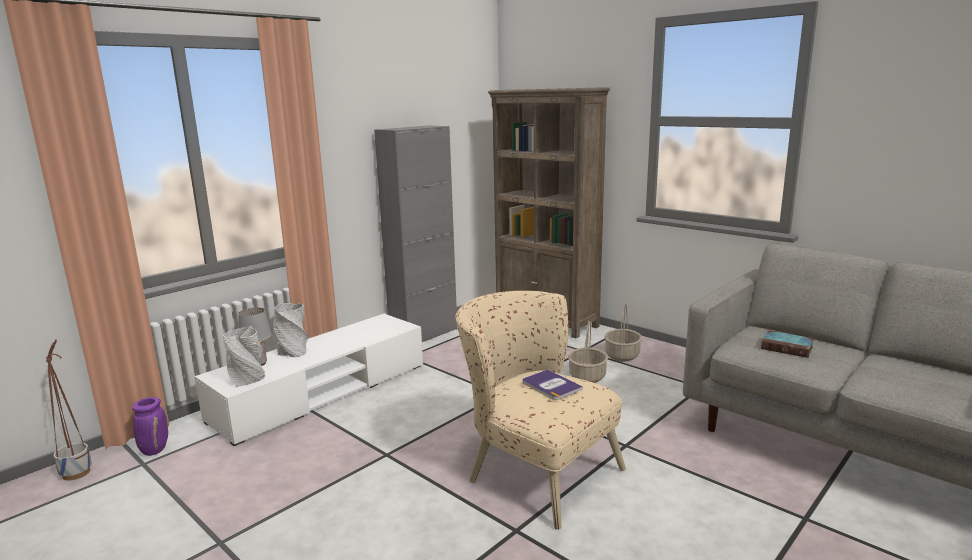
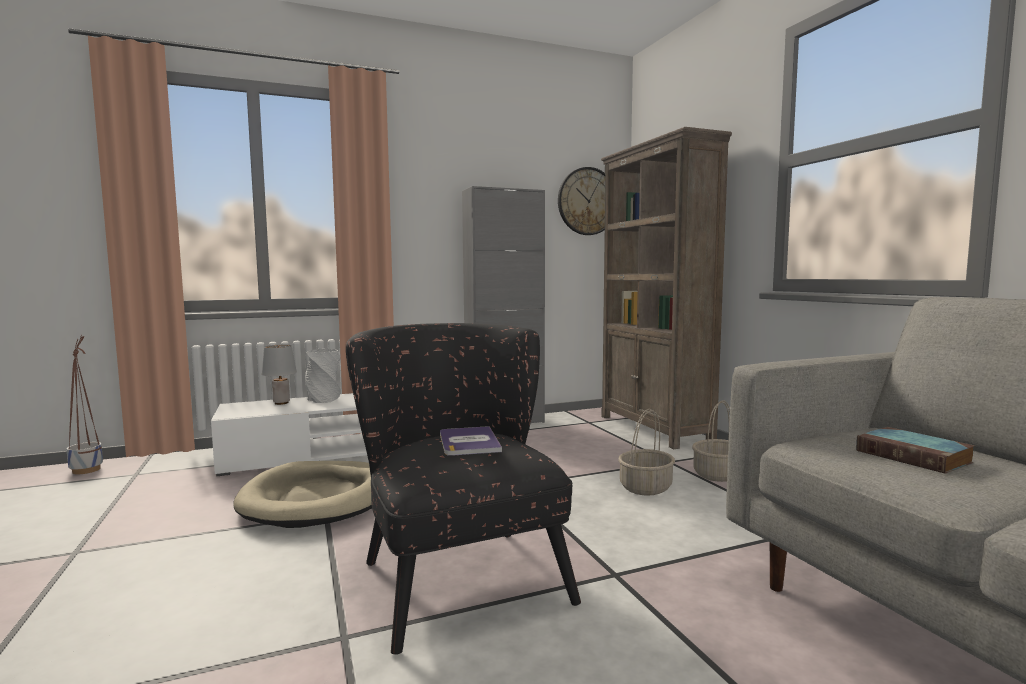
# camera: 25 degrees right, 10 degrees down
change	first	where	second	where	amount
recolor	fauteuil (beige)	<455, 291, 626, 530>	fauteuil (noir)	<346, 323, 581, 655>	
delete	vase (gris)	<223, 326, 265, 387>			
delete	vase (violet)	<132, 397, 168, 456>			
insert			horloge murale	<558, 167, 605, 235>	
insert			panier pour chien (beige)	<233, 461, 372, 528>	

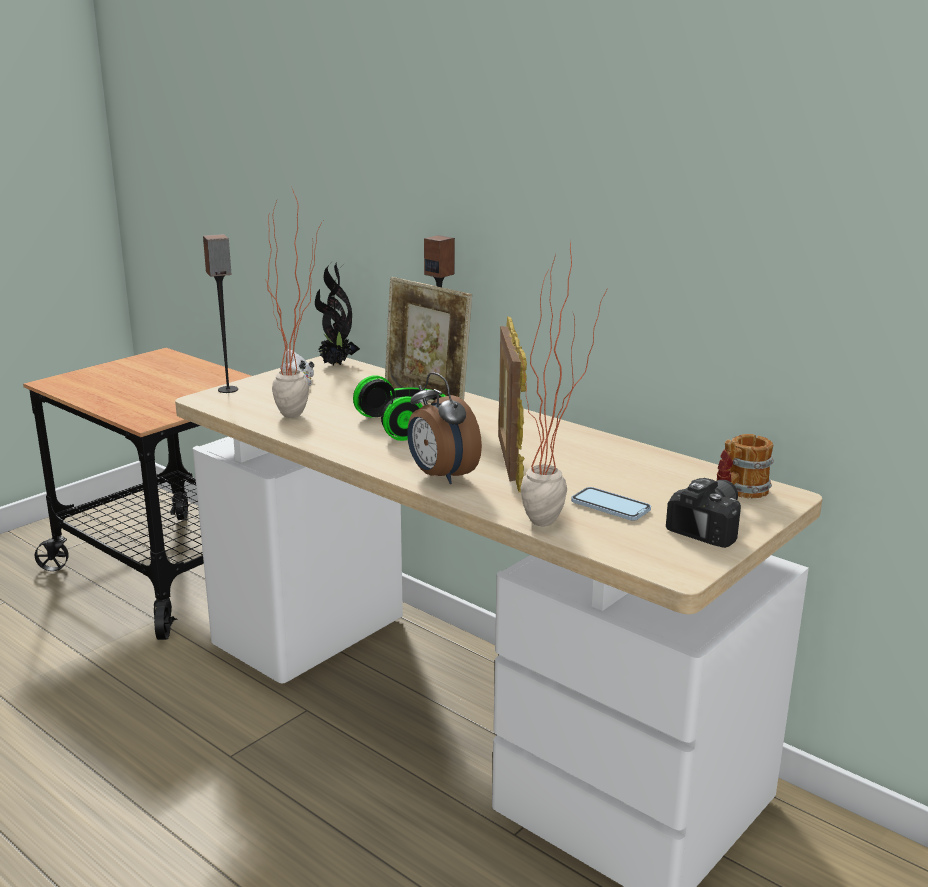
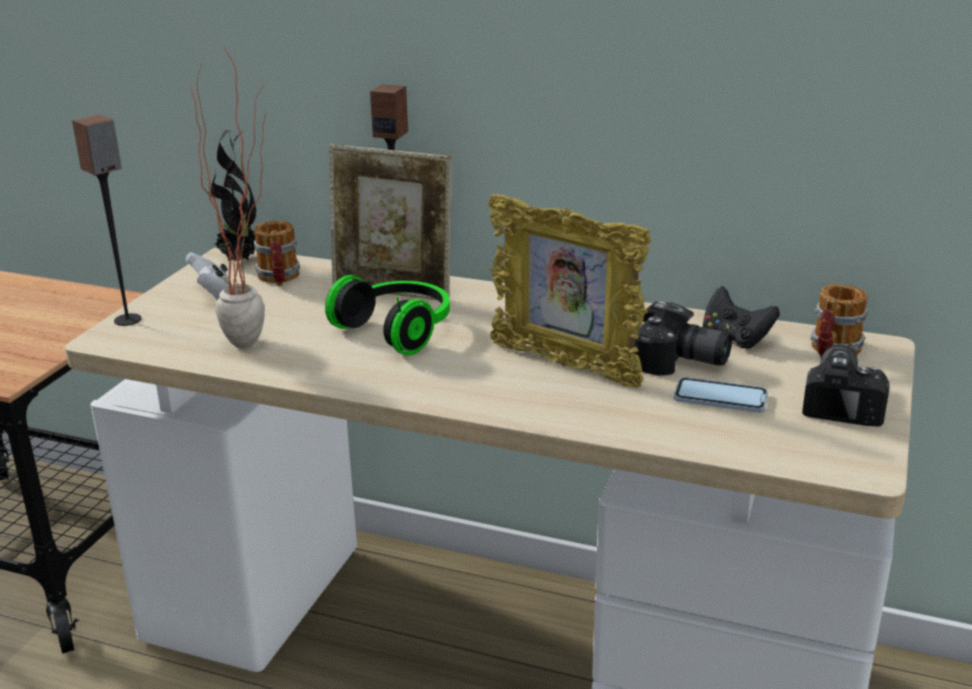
# camera: 20 degrees left, 5 degrees up
change	first	where	second	where	amount
delete	plante en pot	<520, 241, 607, 526>			
rotate	cadre photo	<498, 316, 527, 492>		<488, 194, 651, 388>	150 degrees clockwise
delete	réveil	<407, 372, 482, 484>			
insert			mug	<254, 221, 300, 286>	
insert			manette (noir)	<702, 286, 780, 349>	
insert			appareil photo	<634, 301, 732, 376>	

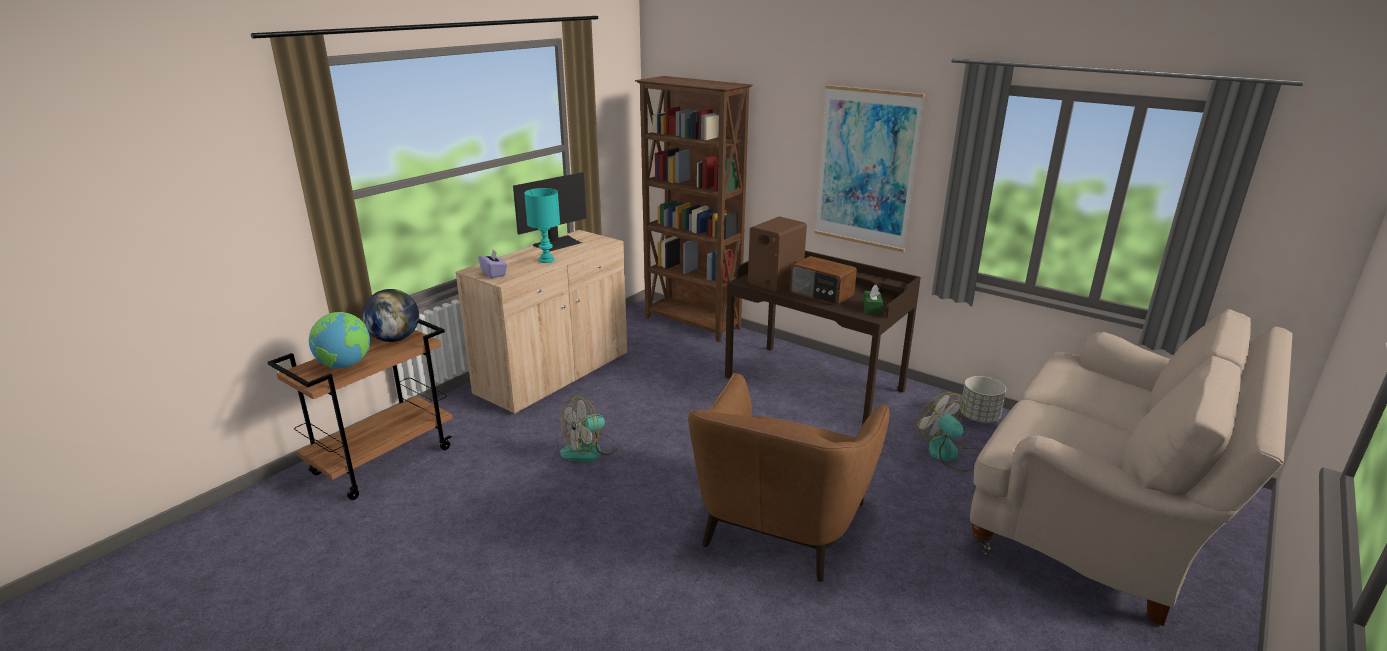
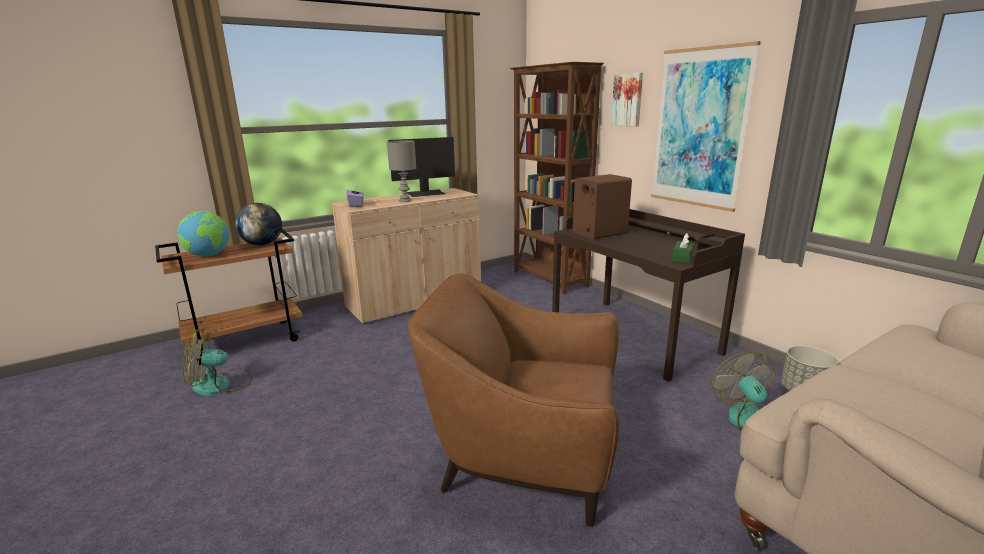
# camera: 20 degrees right, 5 degrees down
change	first	where	second	where	amount
recolor	lampe de table (turquoise)	<524, 188, 560, 263>	lampe de table (gris)	<387, 140, 416, 202>	
delete	radio	<790, 256, 857, 306>			
rotate	fauteuil (marron)	<688, 373, 889, 582>		<408, 273, 619, 527>	60 degrees clockwise
move	ventilateur	<560, 396, 619, 462>		<183, 329, 252, 396>	
insert			tableau	<611, 73, 643, 127>	

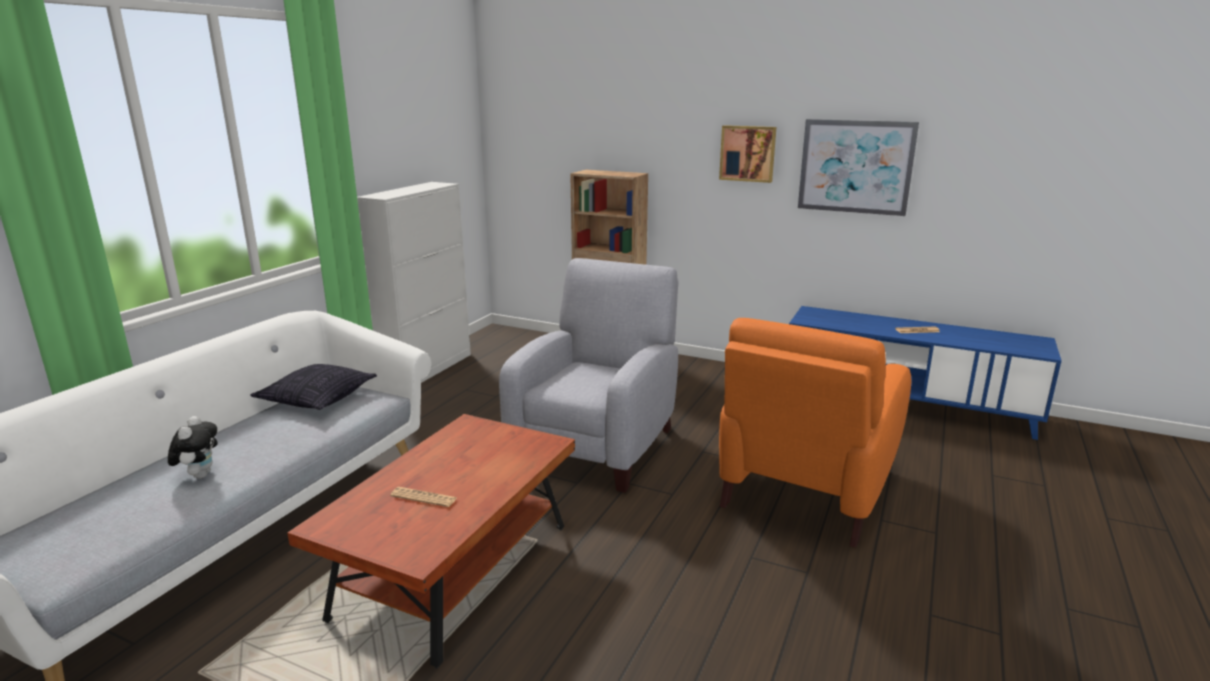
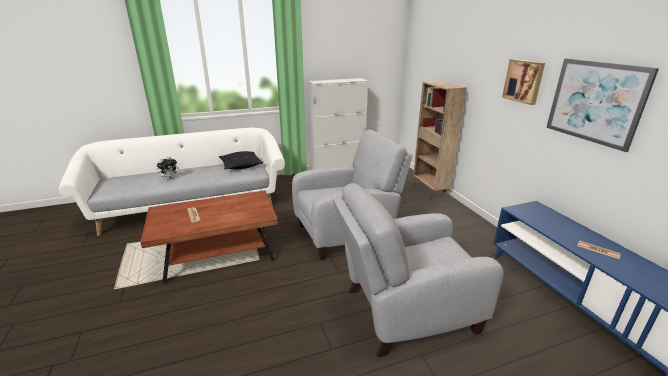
# camera: 45 degrees right, 5 degrees up
change	first	where	second	where	amount
recolor	fauteuil (orange)	<719, 318, 911, 548>	fauteuil (gris)	<333, 183, 504, 357>	

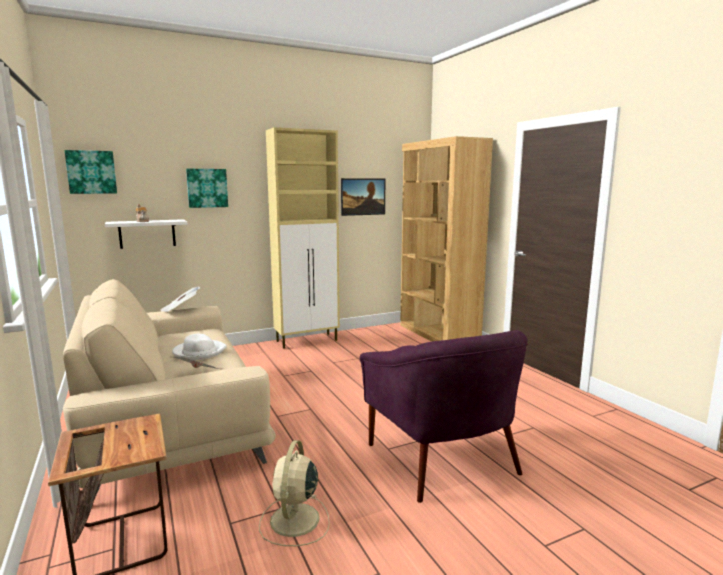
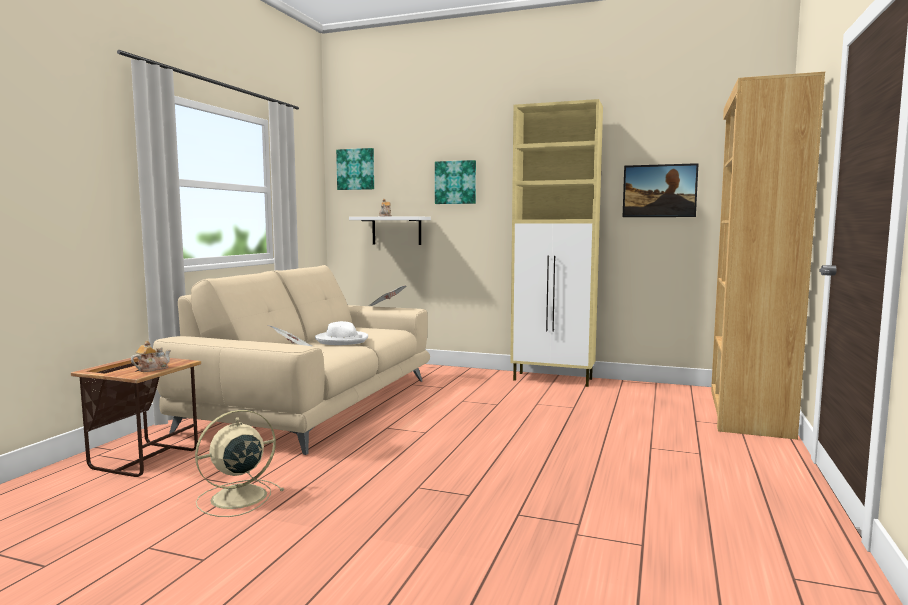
# camera: 45 degrees right, 5 degrees down
change	first	where	second	where	amount
delete	fauteuil (violet)	<360, 330, 528, 503>			
insert			théière	<131, 341, 171, 372>	

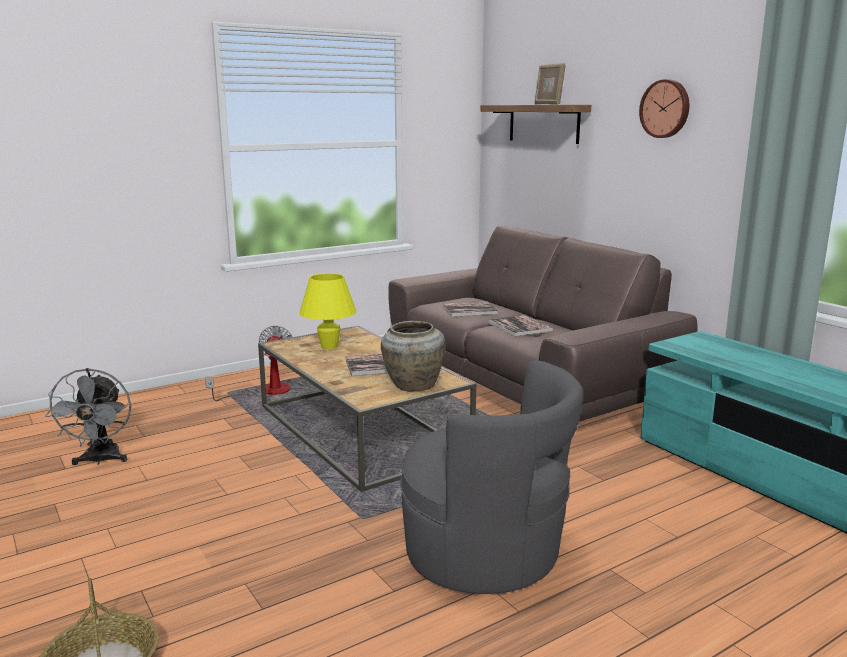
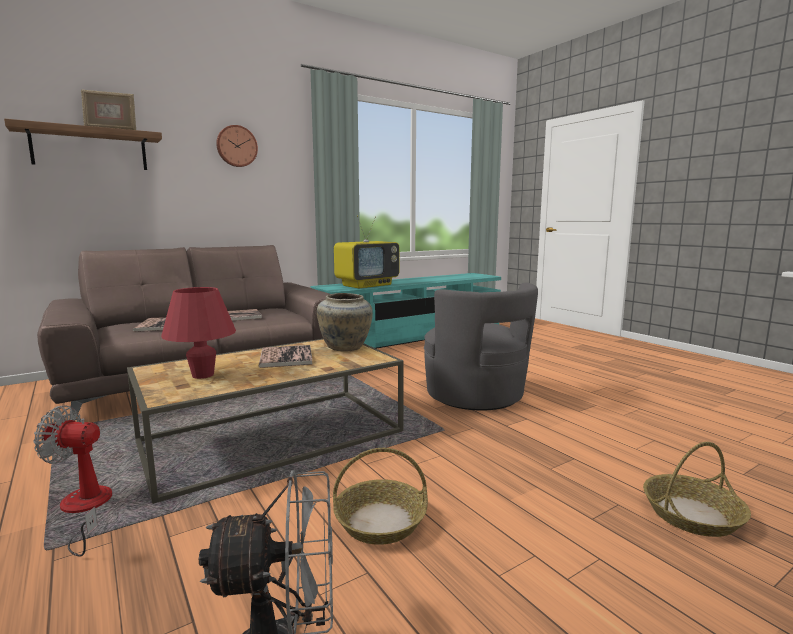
# camera: 90 degrees left, 5 degrees down
change	first	where	second	where	amount
recolor	lampe de table (jaune)	<299, 273, 357, 349>	lampe de table (rouge)	<161, 287, 236, 379>	
rotate	fauteuil (gris)	<400, 360, 583, 594>		<424, 282, 538, 411>	120 degrees clockwise
insert			téléviseur	<334, 216, 399, 288>	
insert			panier	<333, 448, 428, 545>	

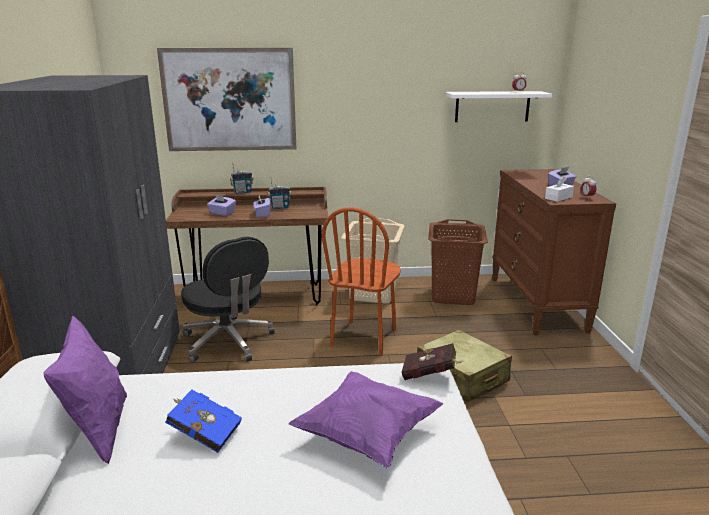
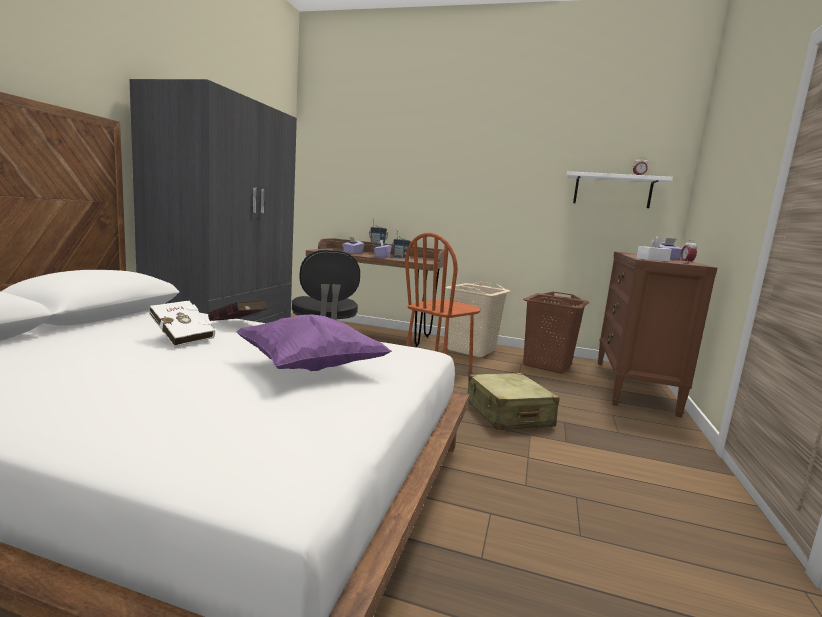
# camera: 20 degrees right, 10 degrees down
change	first	where	second	where	amount
delete	tableau	<157, 48, 297, 151>			
delete	coussin (violet)	<43, 316, 127, 464>			
move	livre (rouge)	<401, 343, 463, 380>		<208, 300, 267, 321>	
recolor	livre (bleu)	<165, 389, 242, 453>	livre (blanc)	<149, 301, 215, 347>	

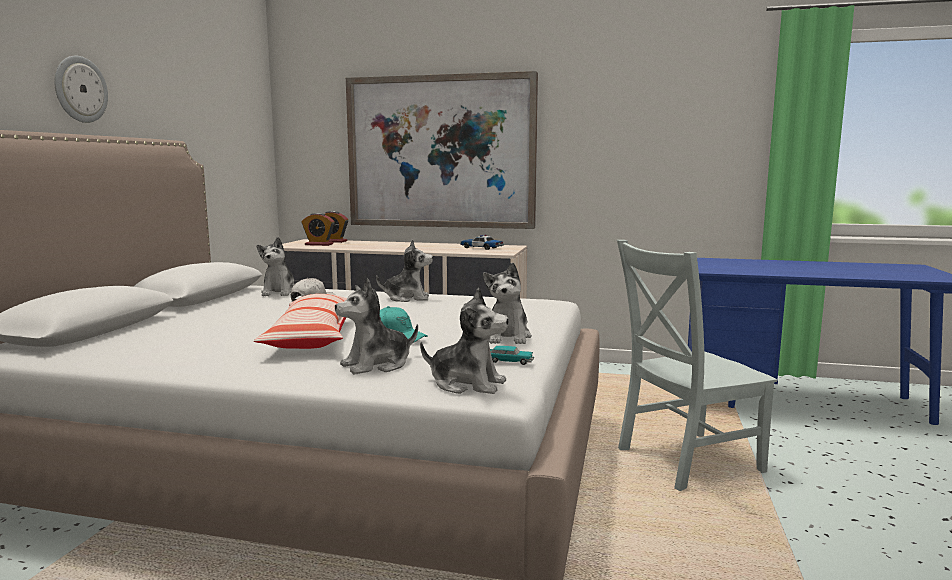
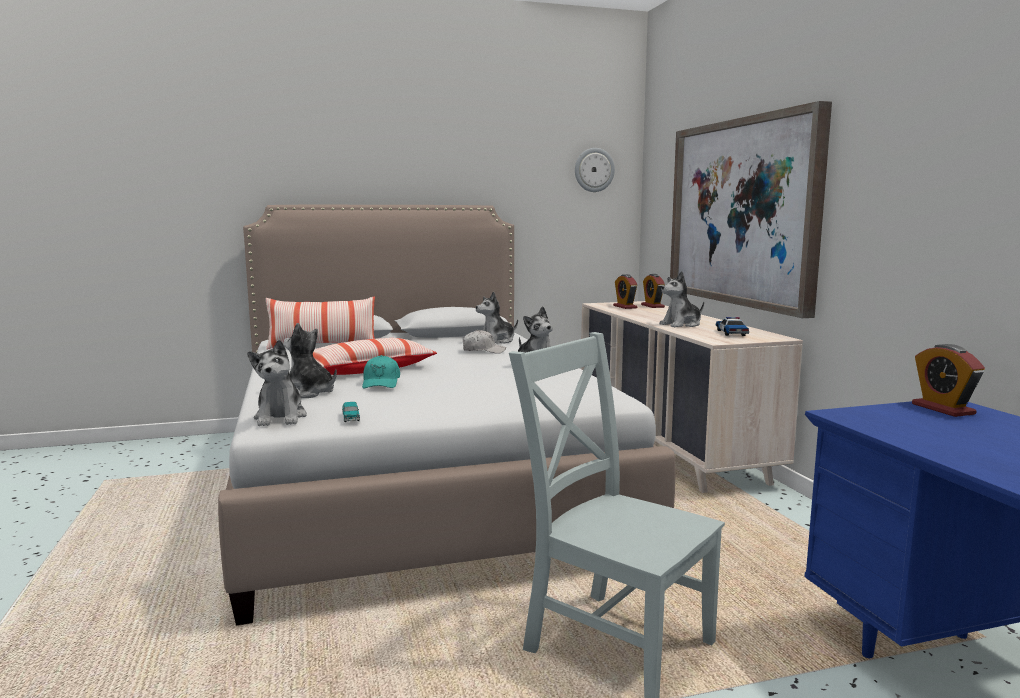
# camera: 60 degrees right, 0 degrees up
change	first	where	second	where	amount
move	horloge murale	<54, 55, 108, 123>		<575, 148, 615, 192>	
move	peluche	<483, 263, 532, 344>		<659, 271, 704, 327>	
insert			coussin	<266, 296, 375, 350>	
insert			réveil	<912, 344, 985, 417>	

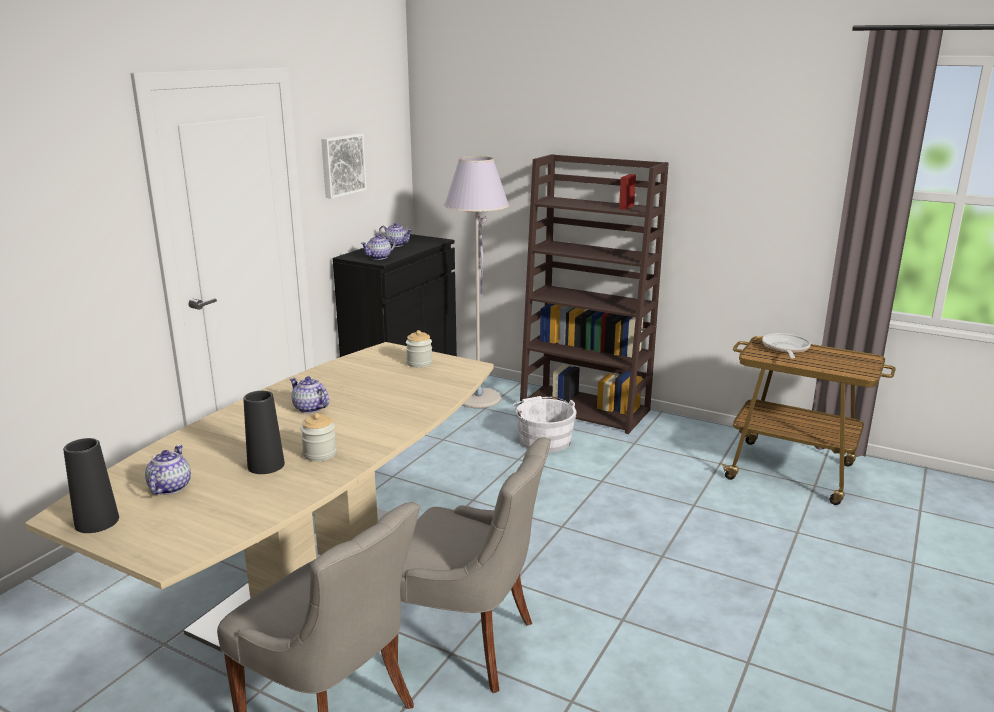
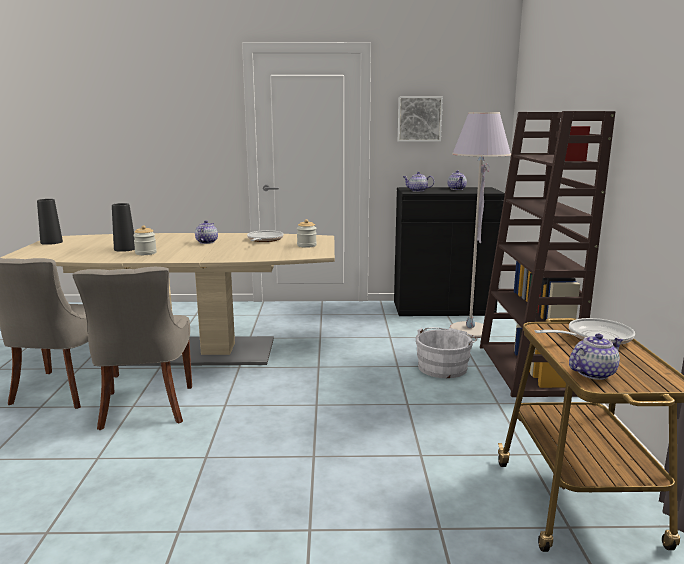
# camera: 60 degrees right, 5 degrees down
change	first	where	second	where	amount
move	théière	<145, 445, 191, 495>		<569, 333, 623, 380>	
insert			poêle	<247, 230, 284, 242>	

